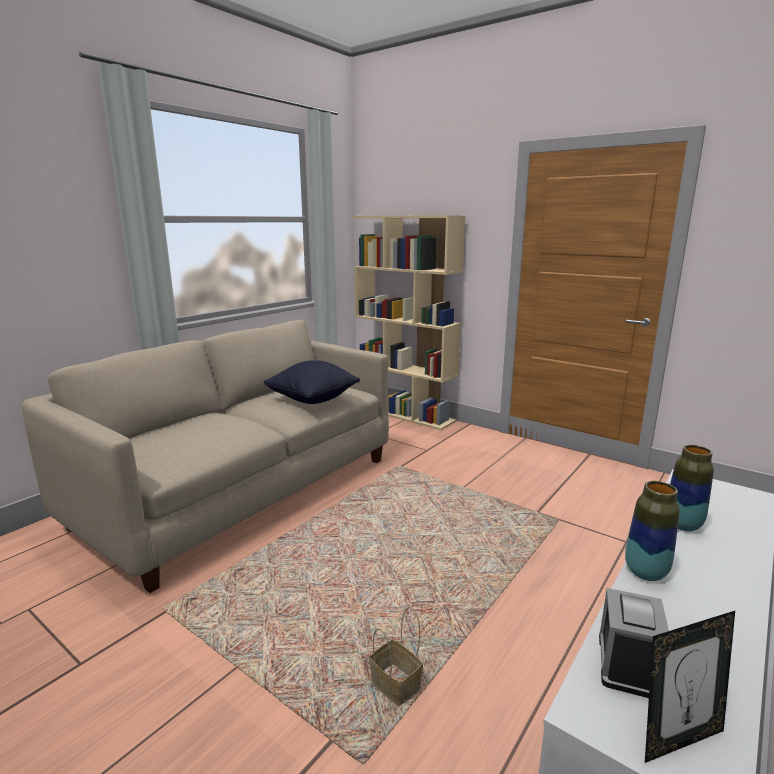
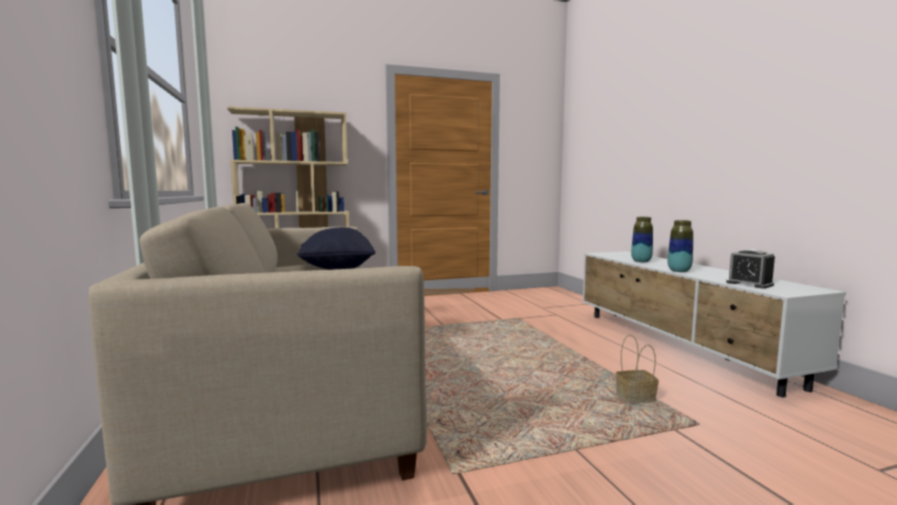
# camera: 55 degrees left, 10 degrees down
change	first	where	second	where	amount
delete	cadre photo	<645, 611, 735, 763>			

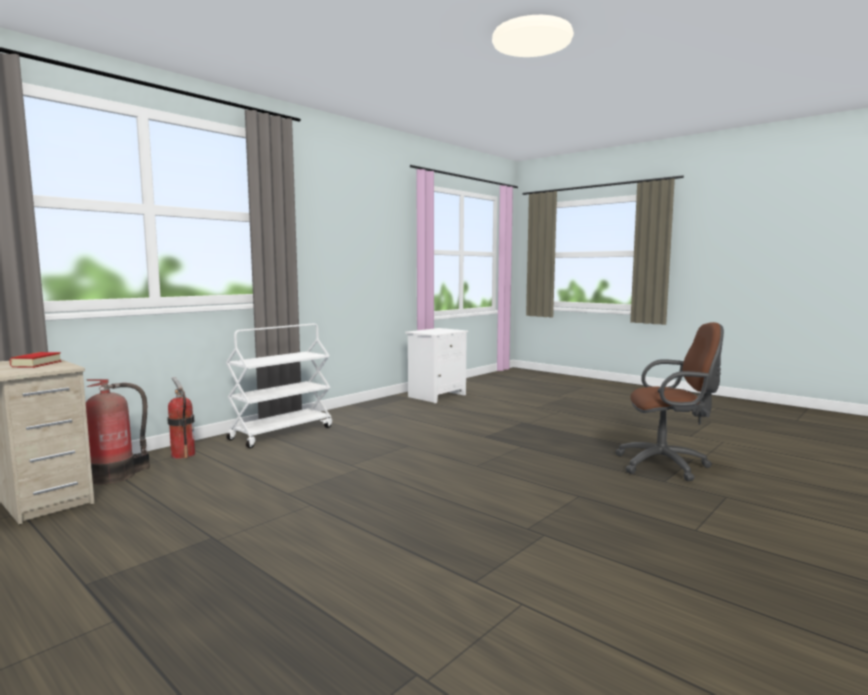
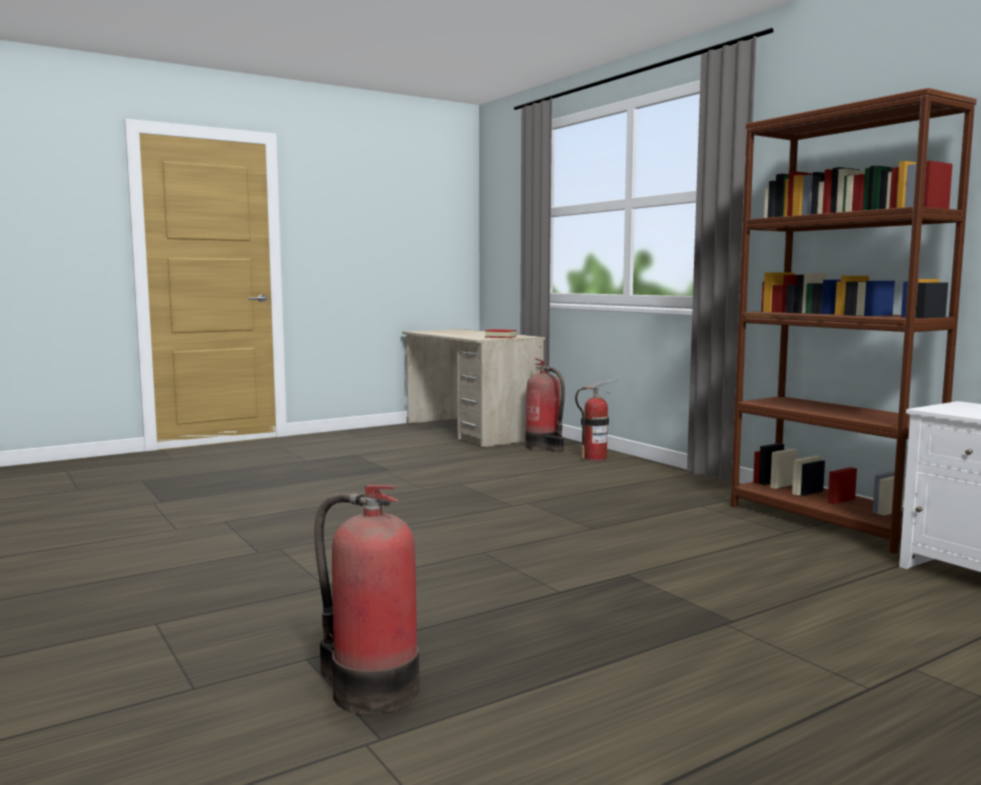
# camera: 105 degrees right, 0 degrees up
change	first	where	second	where	amount
replace	chaise de bureau (marron)	<615, 322, 724, 481>	extincteur	<314, 485, 419, 715>	
delete	chariot (blanc)	<226, 324, 332, 448>			
insert			bibliothèque (marron)	<730, 88, 977, 554>	

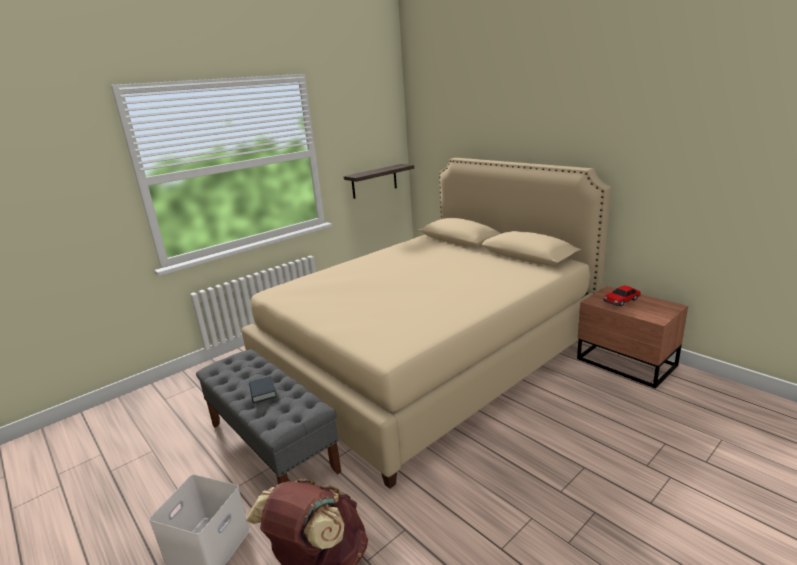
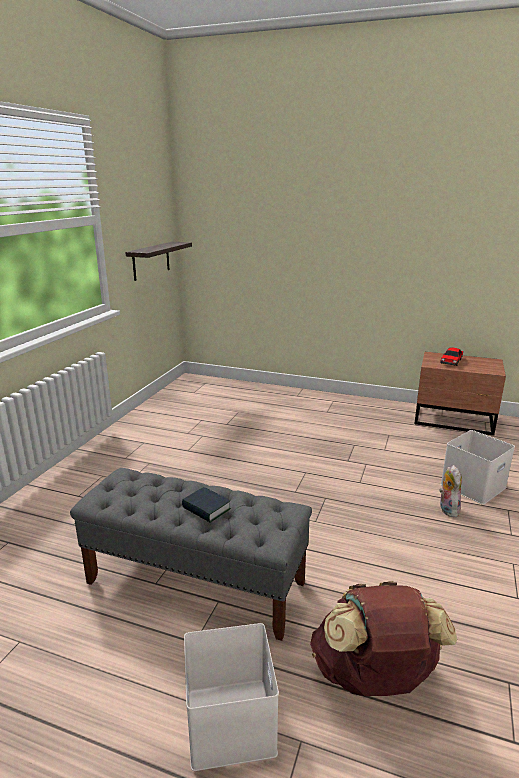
# camera: 30 degrees left, 0 degrees up
change	first	where	second	where	amount
delete	lit (beige)	<242, 158, 612, 489>			
insert			boîte de rangement (blanc)	<441, 430, 515, 505>	
insert			peluche	<439, 465, 462, 517>	

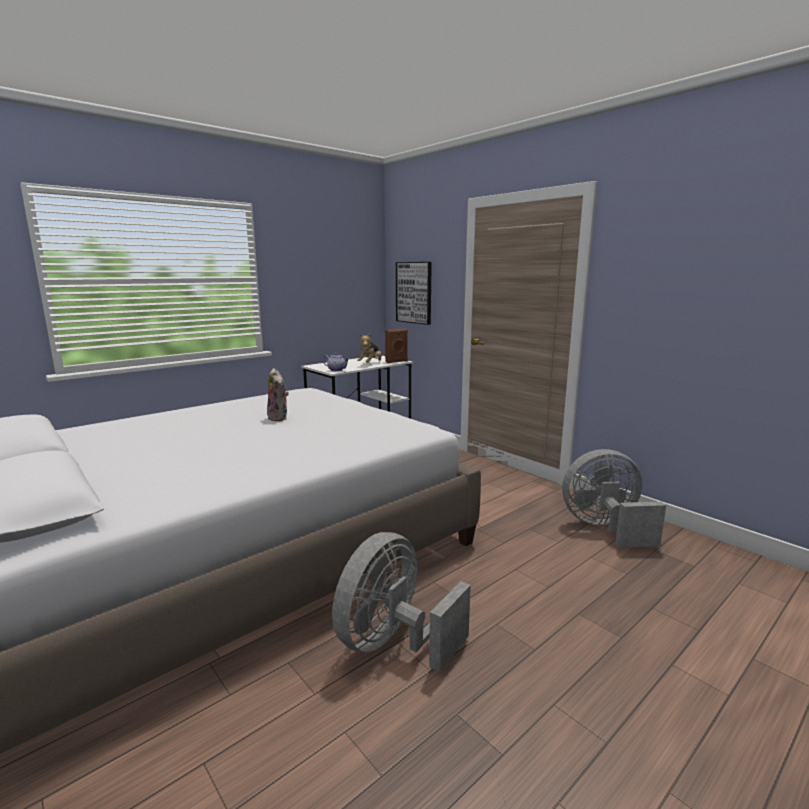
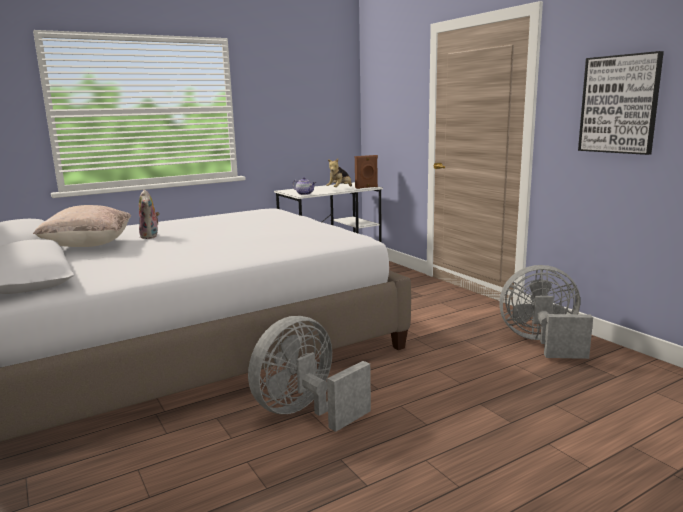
# camera: 10 degrees right, 0 degrees up
change	first	where	second	where	amount
move	tableau	<396, 262, 432, 325>		<578, 51, 664, 155>	
move	peluche	<267, 368, 289, 421>		<139, 190, 159, 239>	
insert			coussin (beige)	<33, 205, 131, 247>	

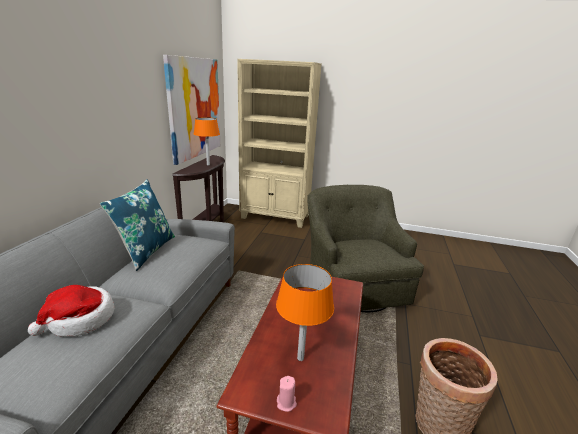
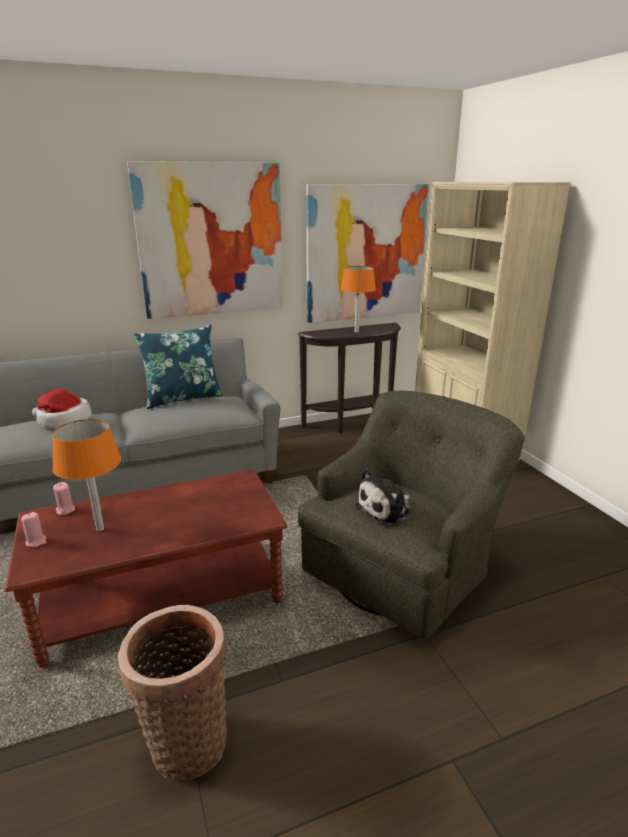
# camera: 55 degrees right, 0 degrees up
change	first	where	second	where	amount
insert			tableau	<127, 161, 283, 319>	
insert			peluche	<355, 469, 411, 525>	
insert			bougie (rose)	<53, 482, 75, 515>	

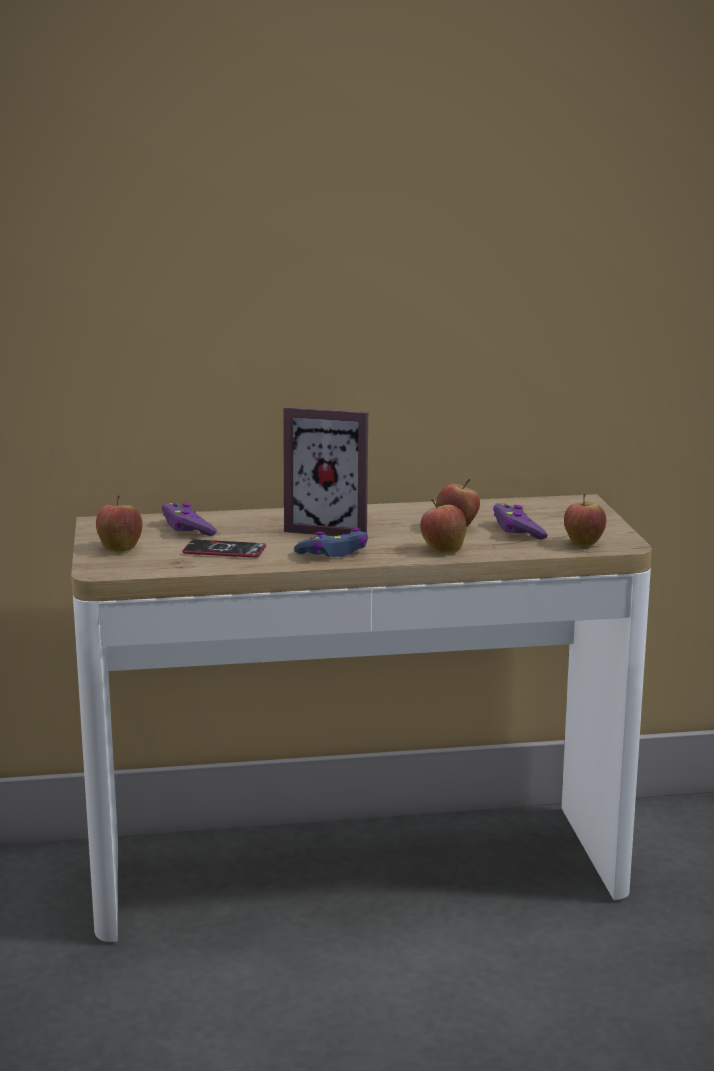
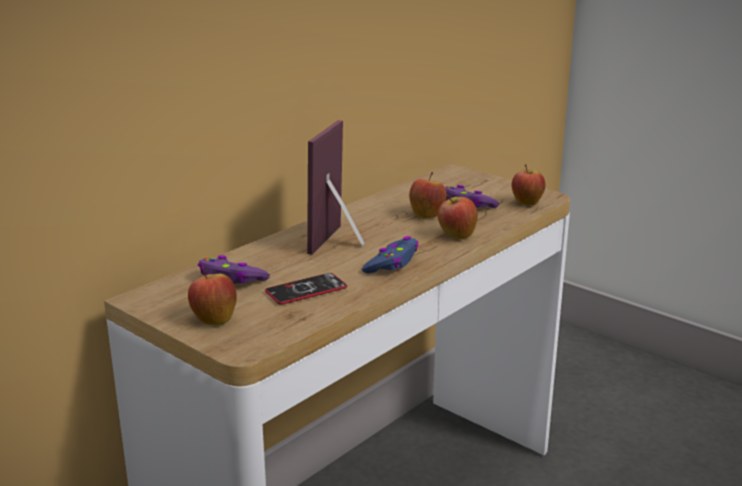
# camera: 40 degrees left, 5 degrees up
change	first	where	second	where	amount
rotate	cadre photo	<283, 407, 368, 536>		<307, 120, 365, 255>	135 degrees clockwise

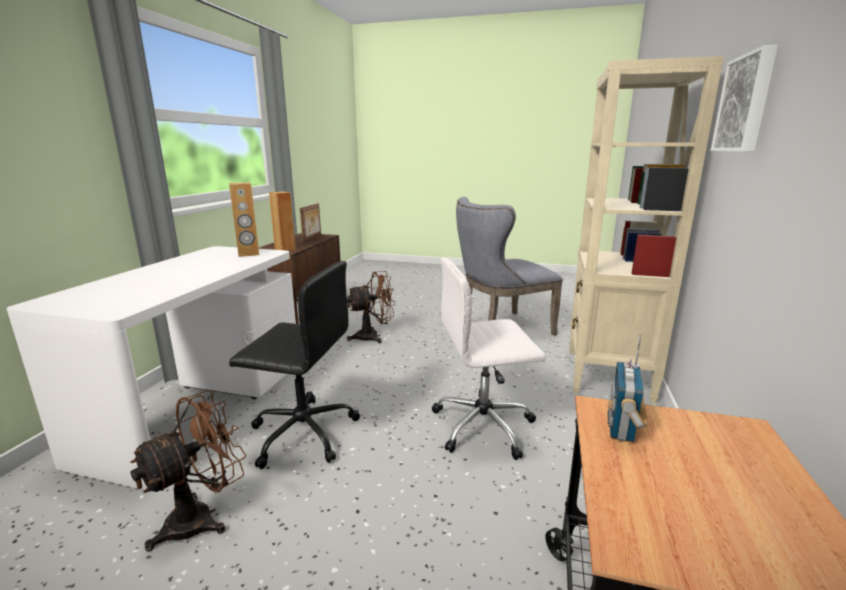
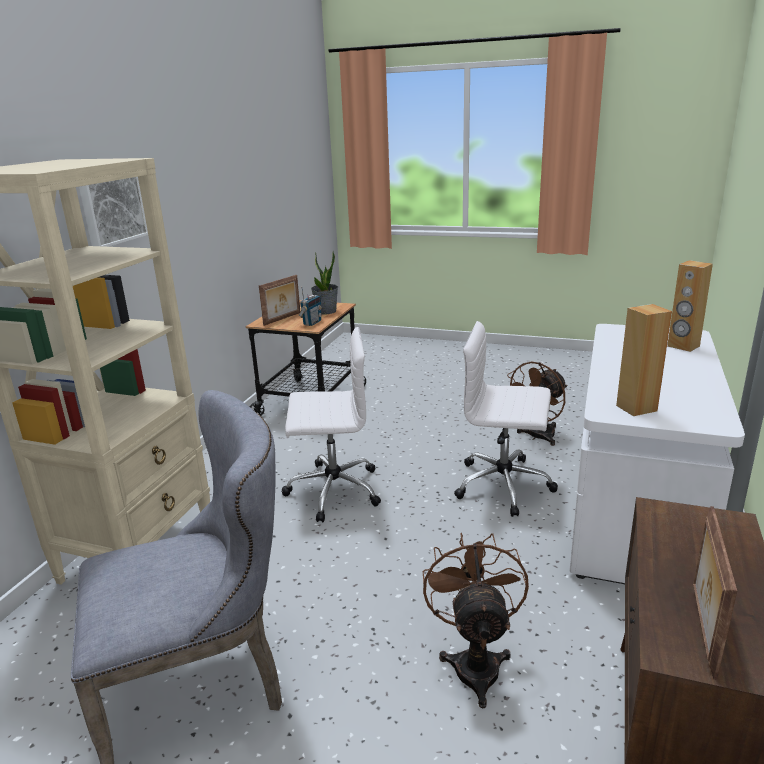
# camera: 175 degrees left, 5 degrees up
change	first	where	second	where	amount
move	enceinte (marron)	<269, 192, 296, 251>		<667, 260, 713, 352>	
recolor	chaise de bureau (noir)	<229, 261, 360, 469>	chaise de bureau (blanc)	<454, 321, 558, 517>	
rotate	ventilateur (marron)	<347, 271, 395, 343>		<423, 533, 529, 709>	105 degrees clockwise
insert			plante en pot	<311, 250, 338, 315>	
insert			cadre photo	<259, 275, 300, 326>	

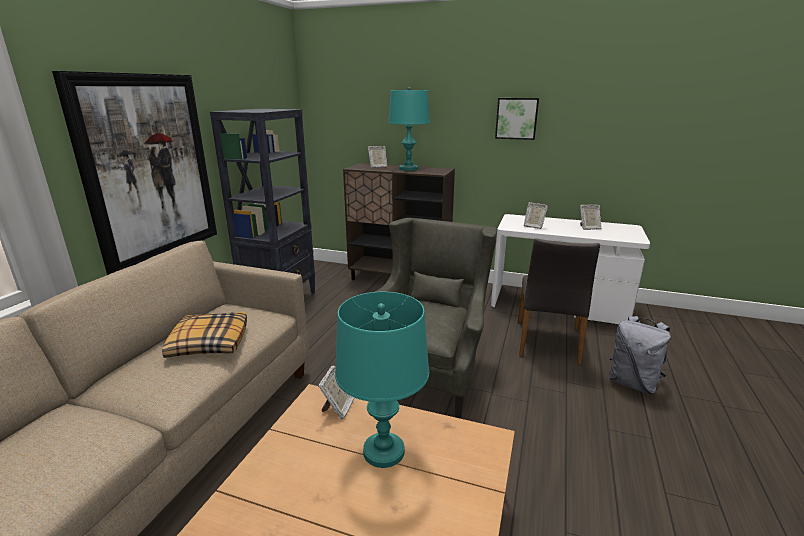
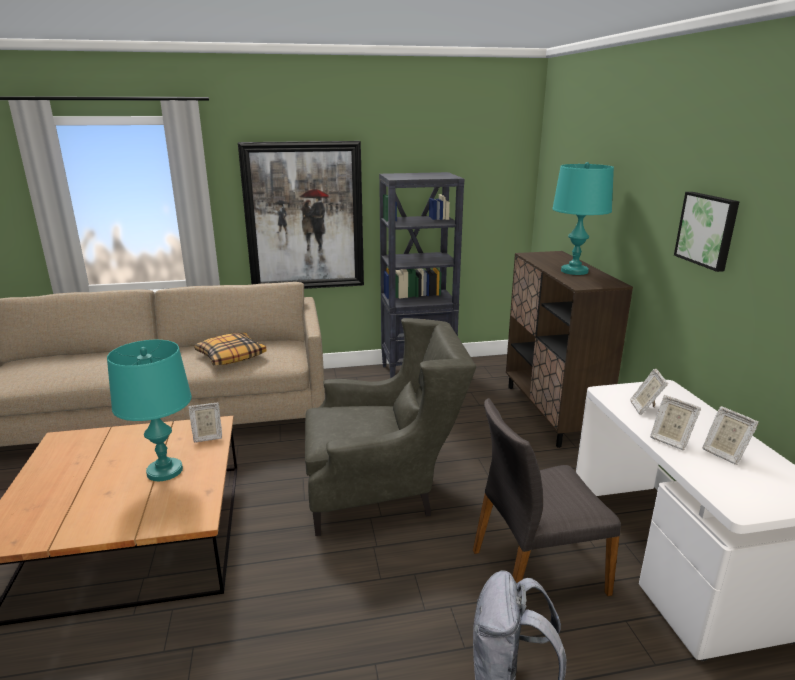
# camera: 60 degrees right, 0 degrees up
change	first	where	second	where	amount
move	cadre photo	<368, 146, 387, 168>		<650, 395, 701, 451>	

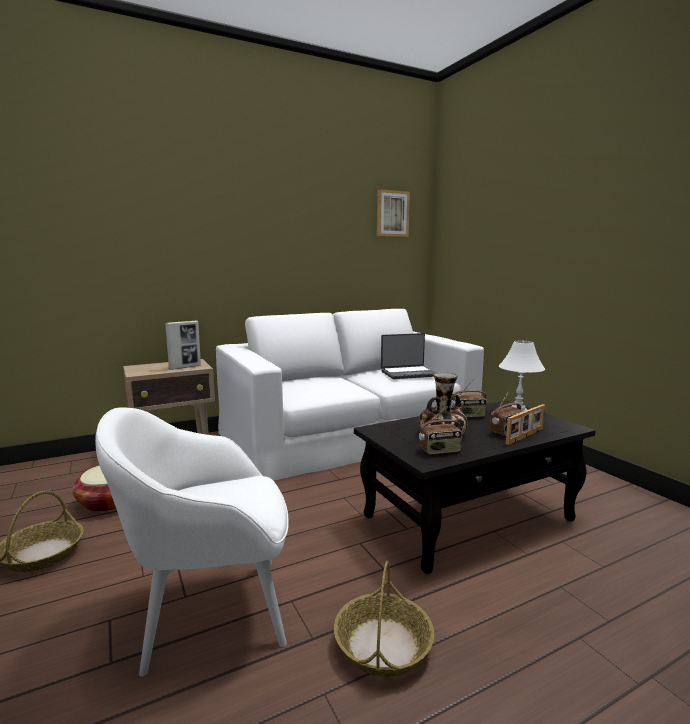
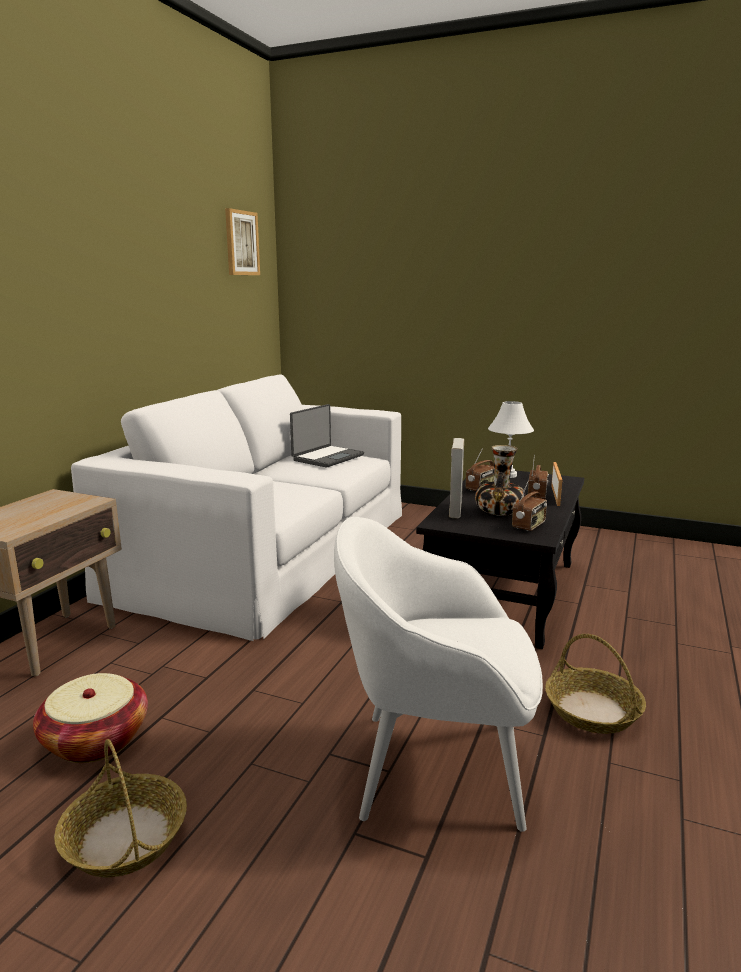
# camera: 40 degrees left, 5 degrees up
change	first	where	second	where	amount
move	cadre photo	<165, 321, 201, 370>		<449, 438, 464, 518>	
rotate	fauteuil (blanc)	<95, 407, 289, 677>		<334, 517, 543, 832>	60 degrees clockwise

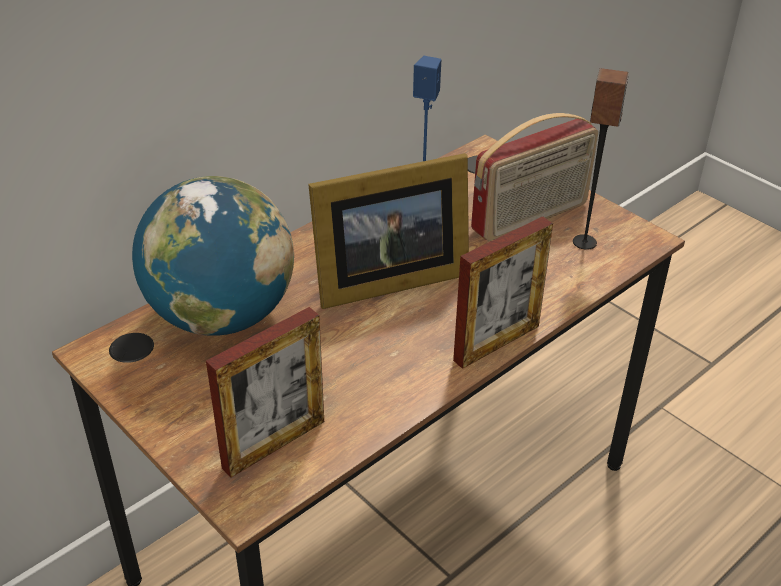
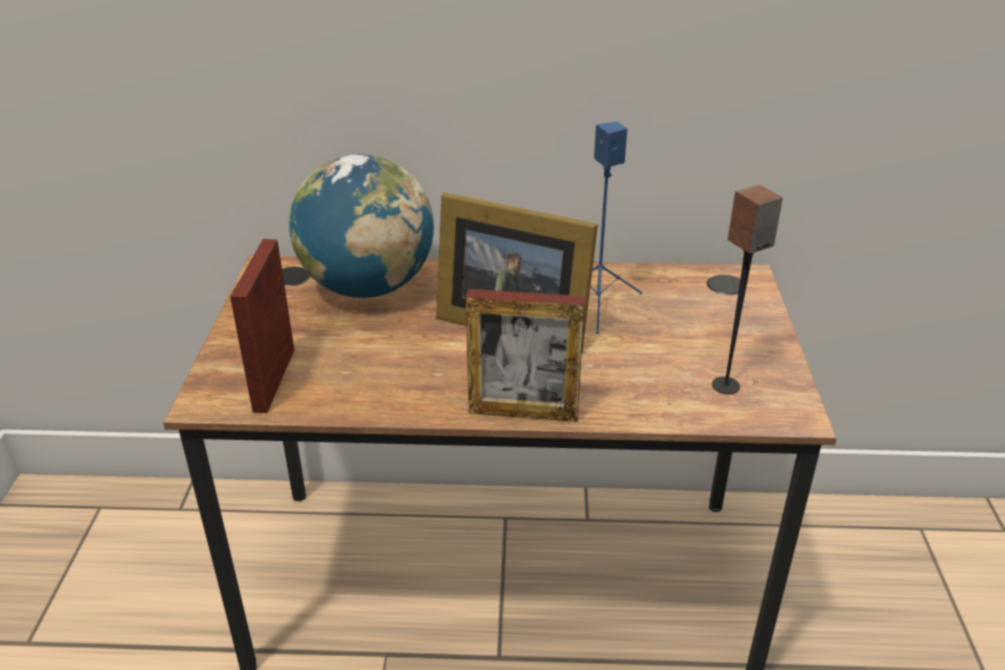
# camera: 45 degrees right, 5 degrees down
change	first	where	second	where	amount
delete	radio	<471, 113, 598, 241>			
rotate	cadre photo	<206, 307, 324, 478>		<230, 239, 294, 413>	90 degrees clockwise

